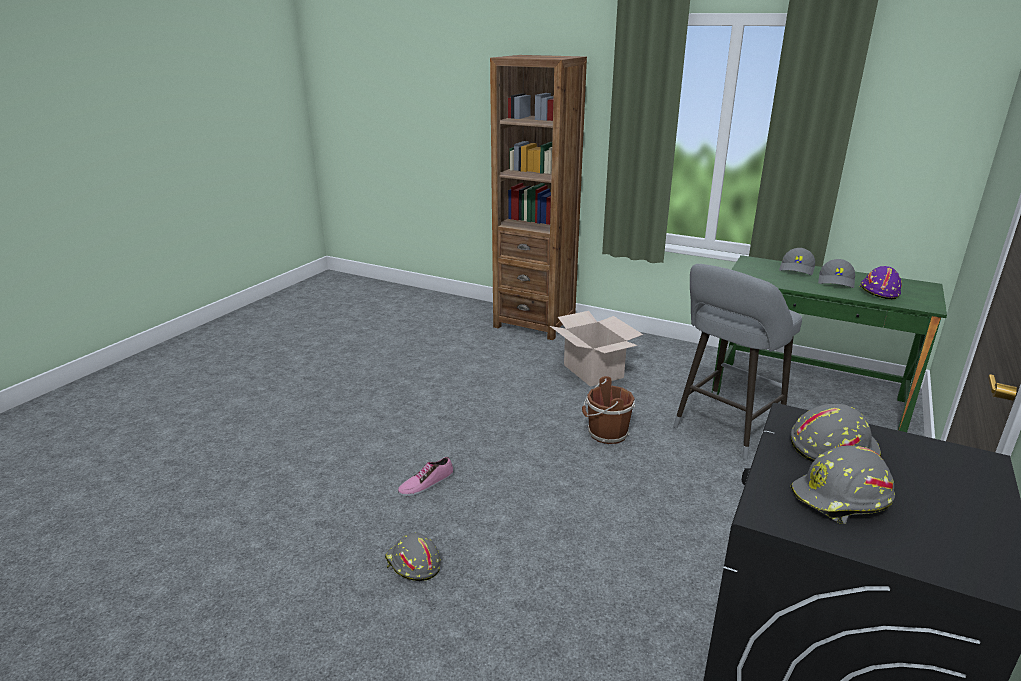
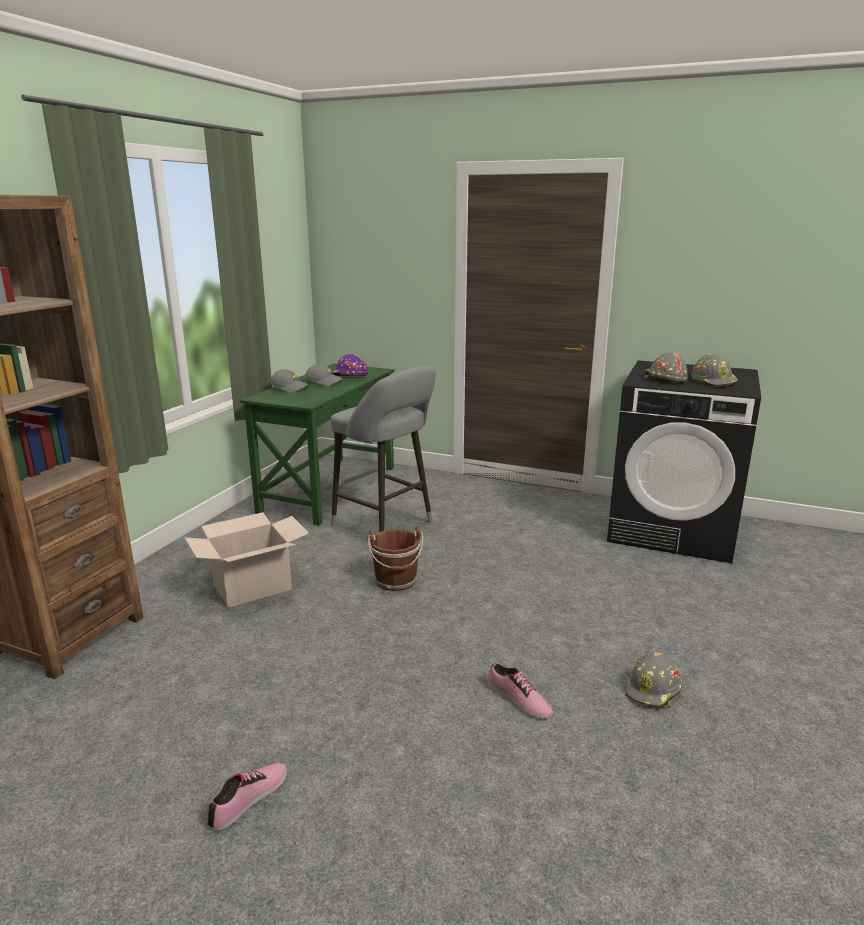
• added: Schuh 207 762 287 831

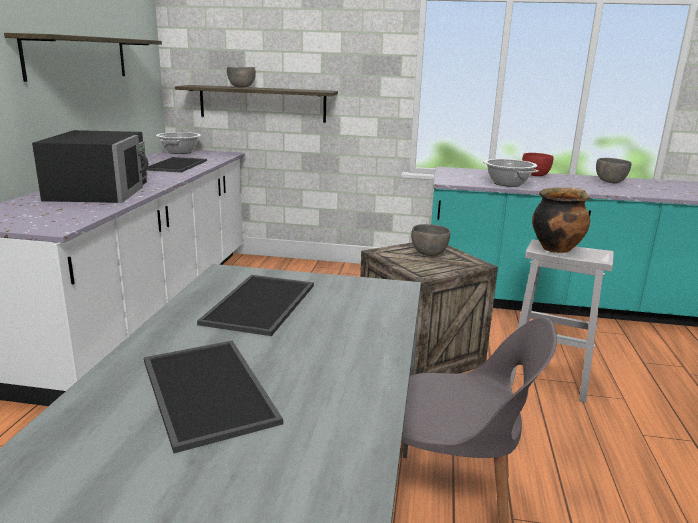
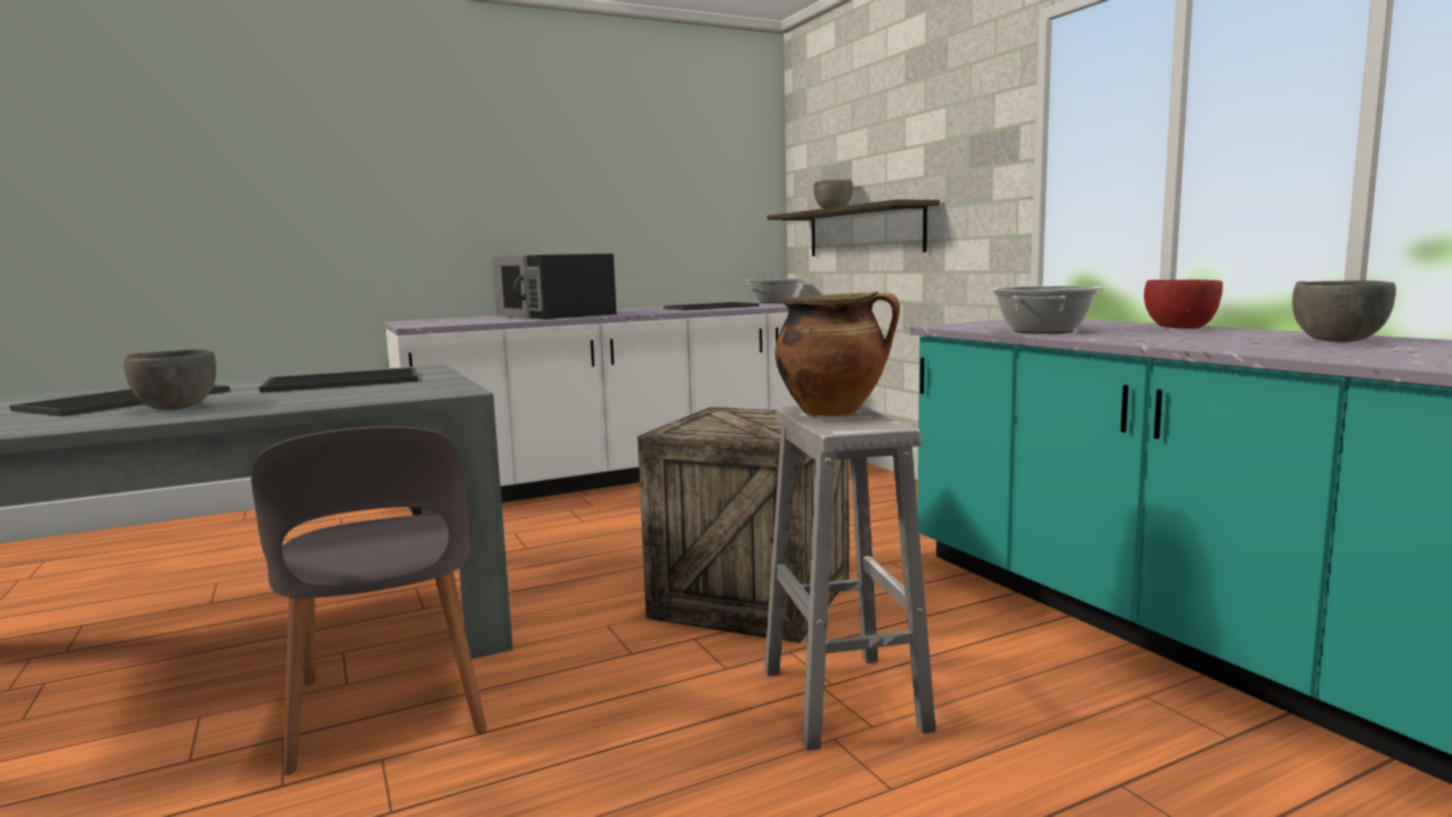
• moved: Schüssel/grau 411 224 450 256 to 124 349 216 410
• turned: Mikrowelle/schwarz 32 130 148 203 = 492 254 617 319 90 degrees clockwise
• removed: Wandregal 4 33 162 82

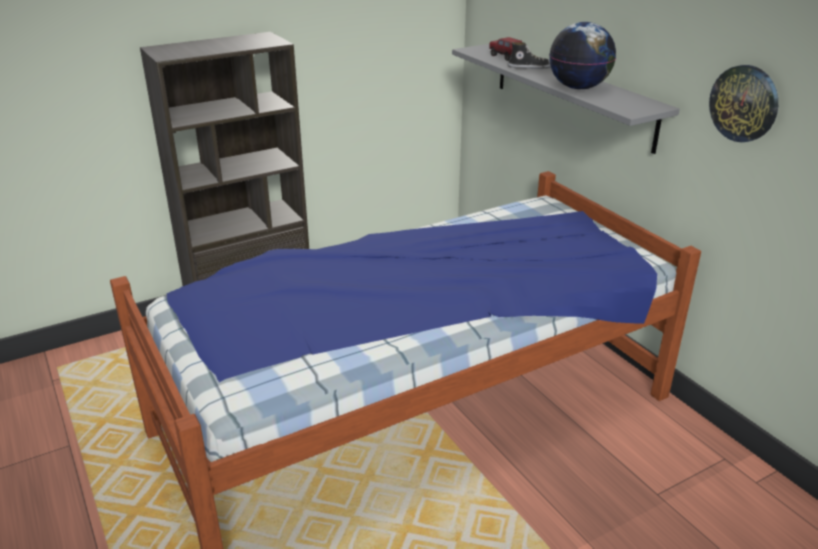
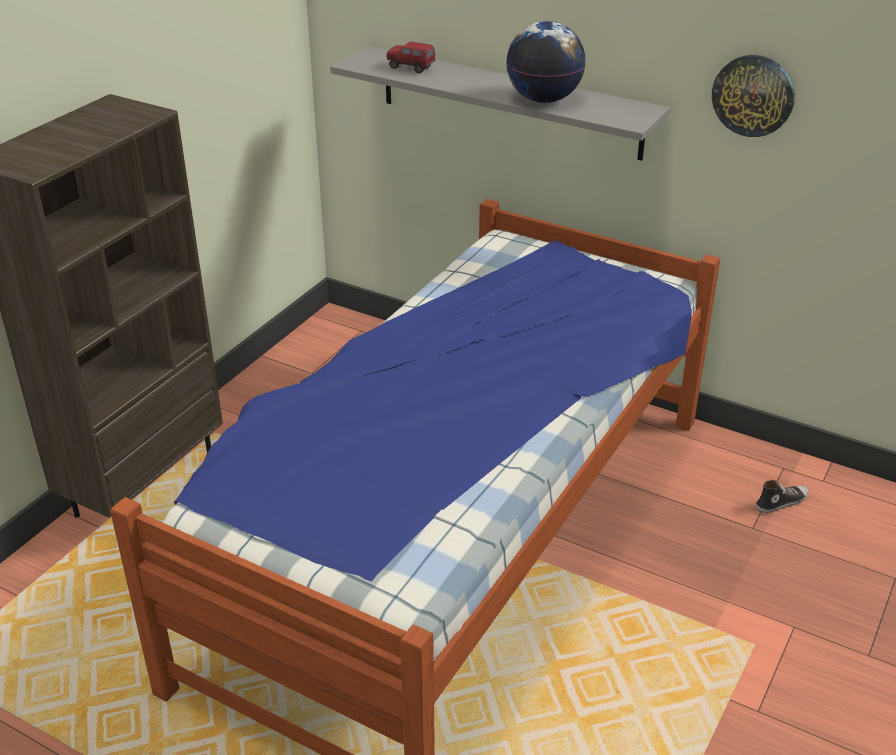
• moved: Schuh 508 42 551 69 to 756 480 809 513

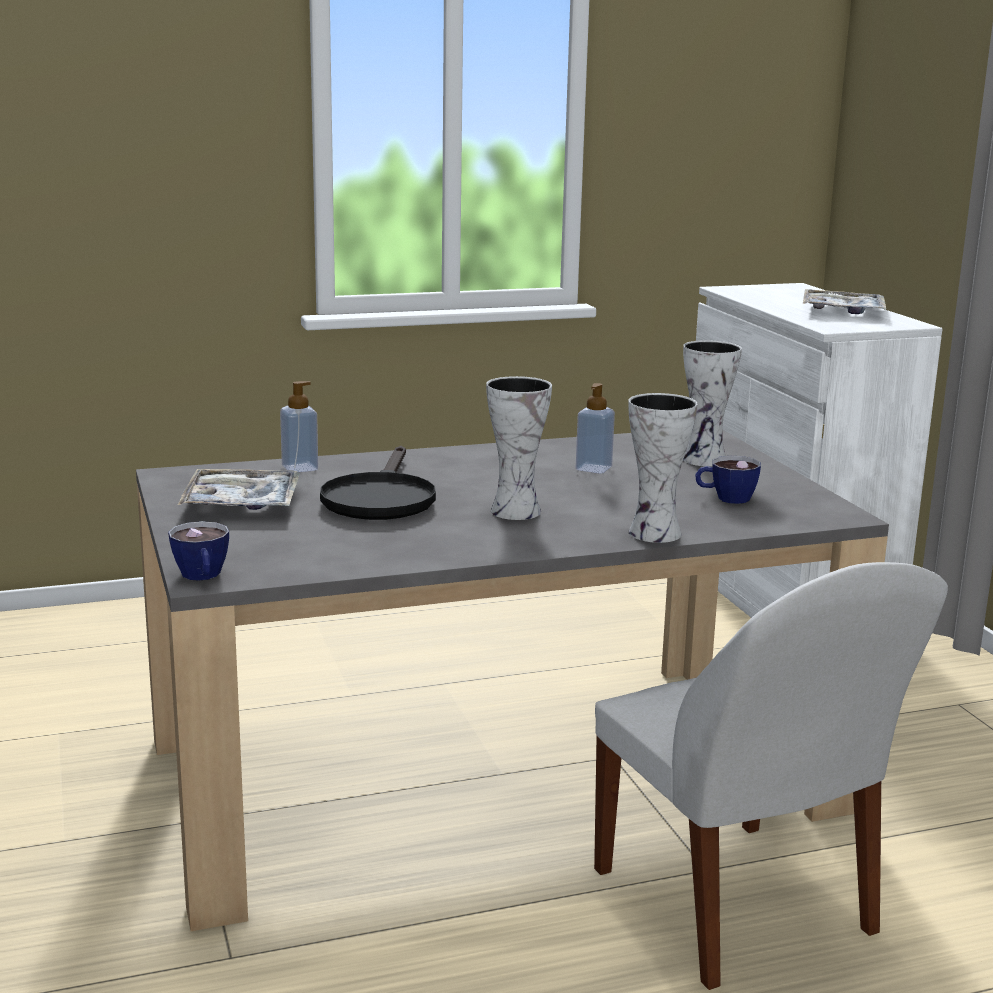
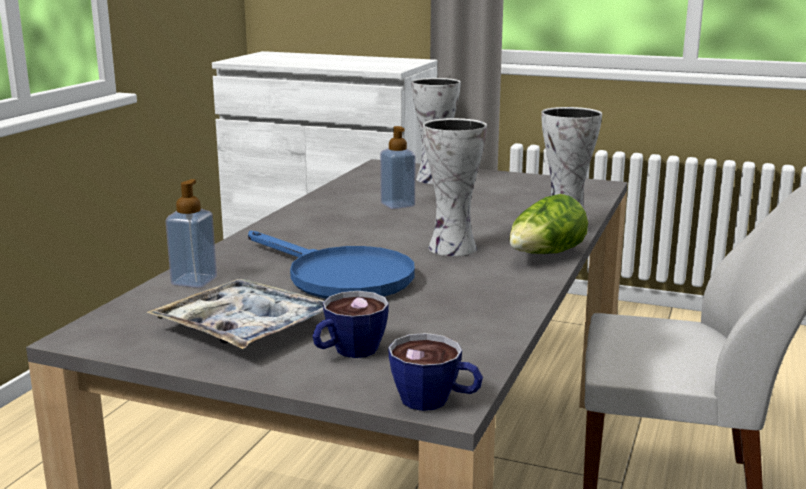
• recoloured: Pfanne/schwarz 320 446 436 520 to Pfanne/blau 248 231 415 299
• moved: Tasse 695 456 761 504 to 312 291 389 358
• added: Salatkopf 509 194 588 254
• removed: Tablett 803 289 886 314

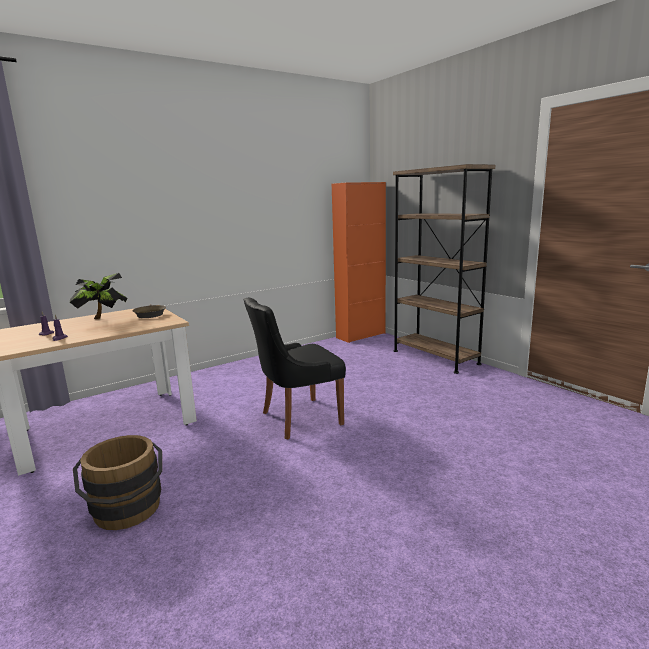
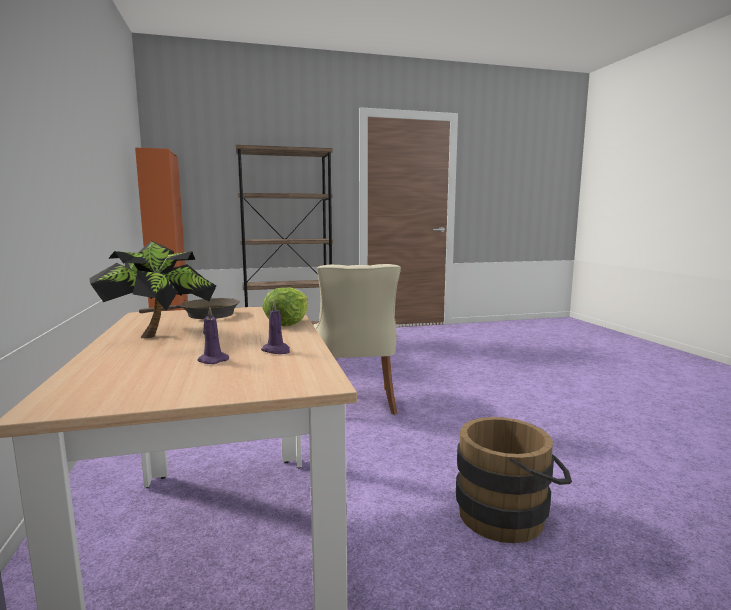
• added: Salatkopf 262 287 308 326
• recoloured: Stuhl/schwarz 243 298 346 439 to Stuhl/beige 313 264 401 415

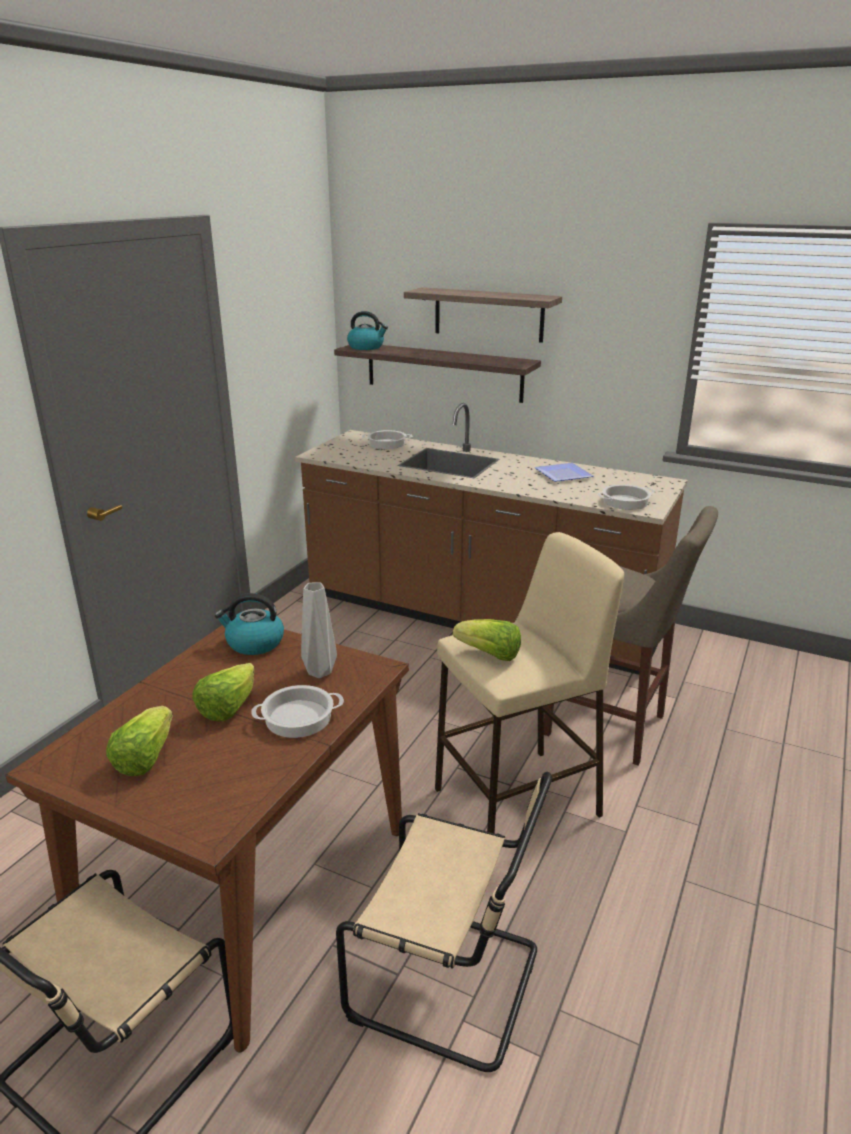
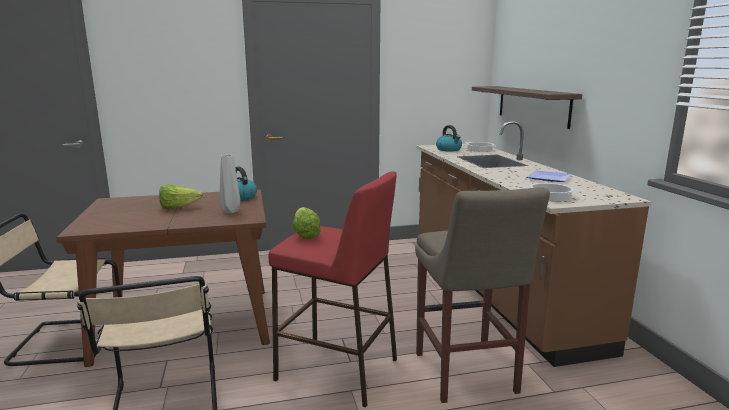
• recoloured: Hocker/beige 435 532 624 833 to Hocker/rot 269 171 397 408
• moved: Wasserkessel 347 311 388 350 to 436 125 462 152
• removed: Salatkopf 106 706 173 776
• removed: Kochtopf 251 685 344 738
• removed: Wandregal 404 287 562 343

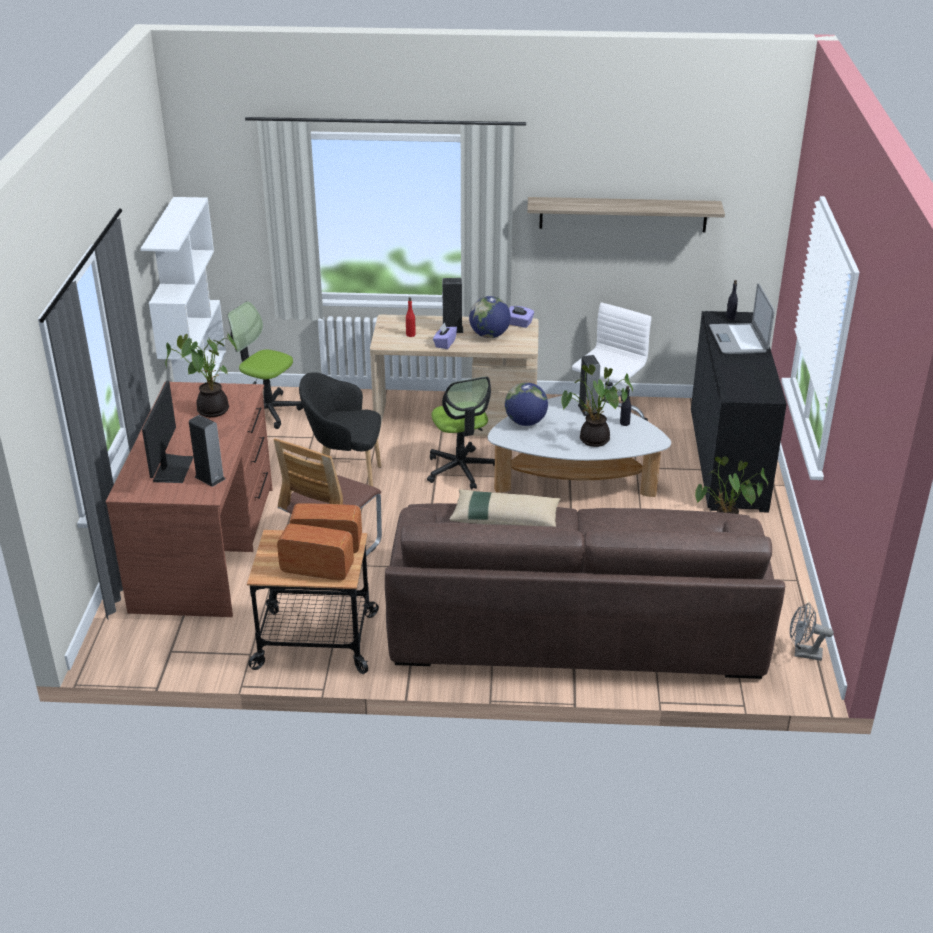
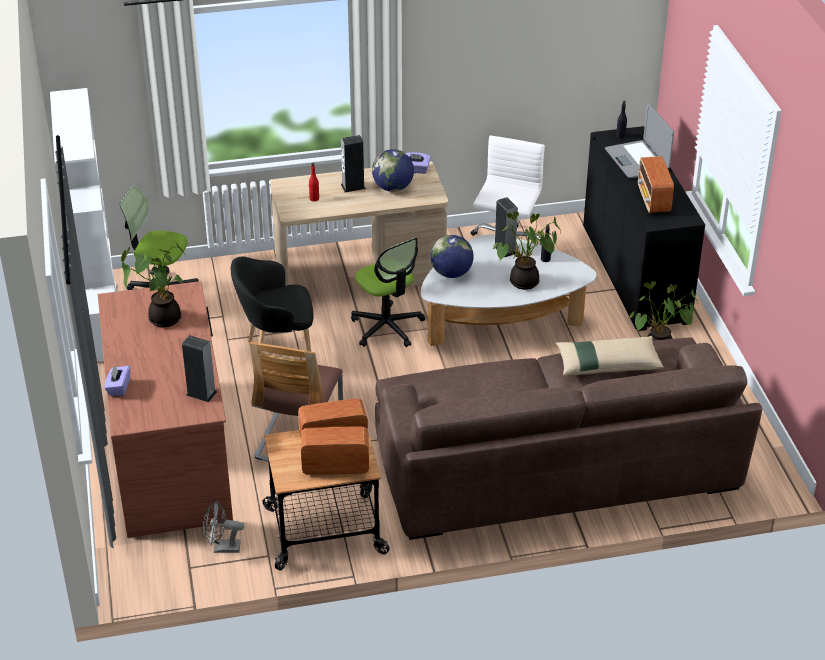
• moved: Taschentuchbox/lila 433 323 457 349 to 104 365 130 396
• moved: Ventilator/grau 790 602 834 661 to 203 500 244 553
• moved: Kissen/beige 449 489 561 527 to 556 336 664 376
• added: Radio 638 156 674 214
• removed: Monitor 142 381 194 483
• removed: Wandregal 527 197 725 232

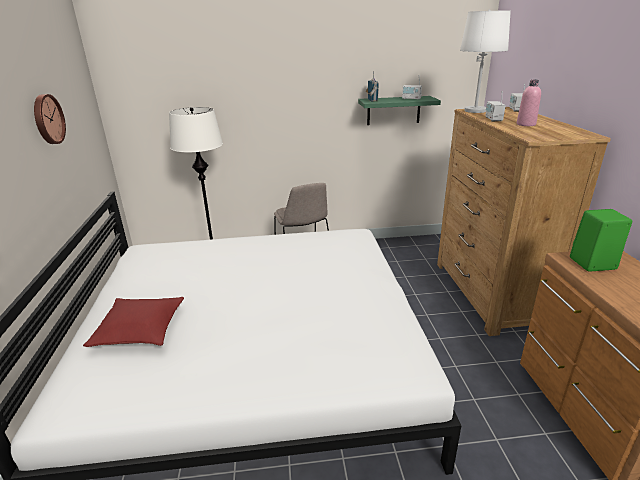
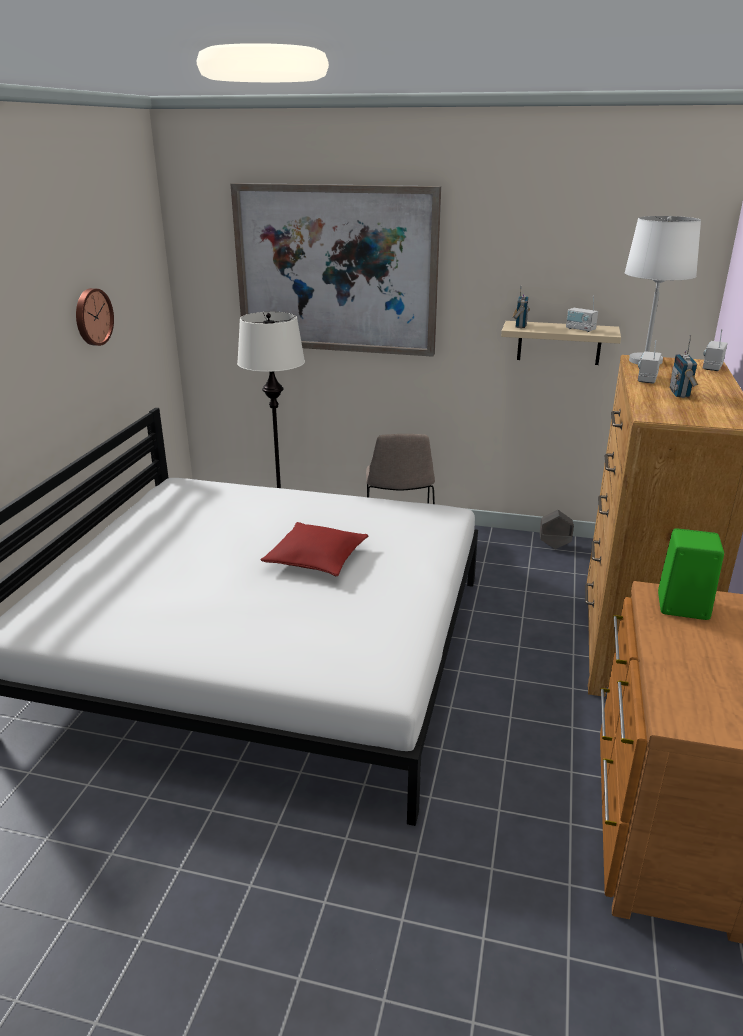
• added: Bild 231 183 441 357
• moved: Kissen/rot 83 297 184 347 to 260 522 368 576
• recoloured: Wandregal/grün 358 96 441 125 to Wandregal/beige 501 321 621 365
• added: Pflanzkübel/grau 540 510 574 549
• replaced: Flasche/rosa 517 80 541 126 to Radio 670 335 698 398

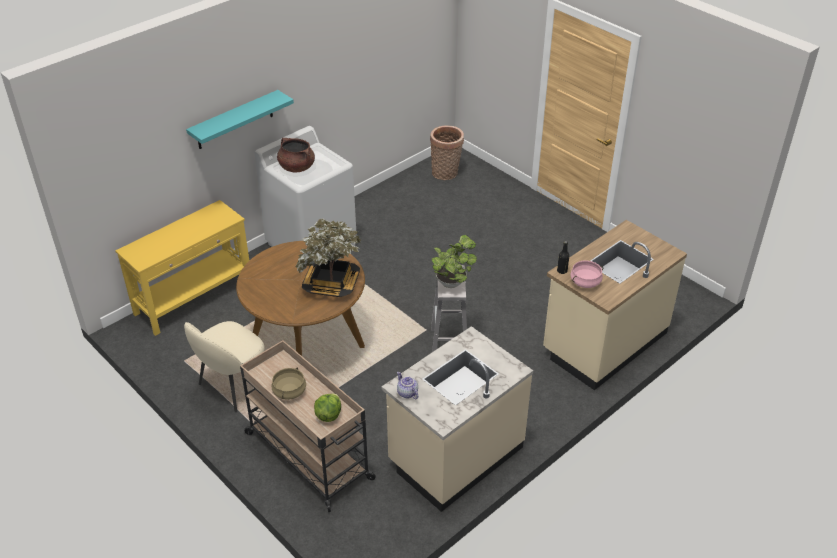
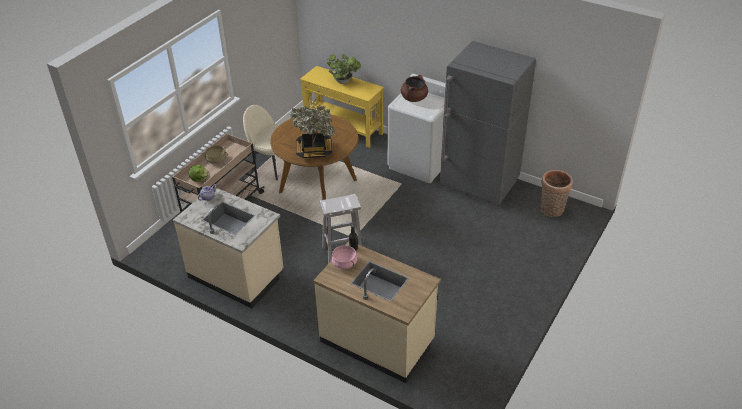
• moved: Topfpflanze 431 235 477 288 to 327 54 361 84
• added: Kühlschrank/grau 440 41 536 205
• removed: Wandregal/türkis 186 90 294 149

